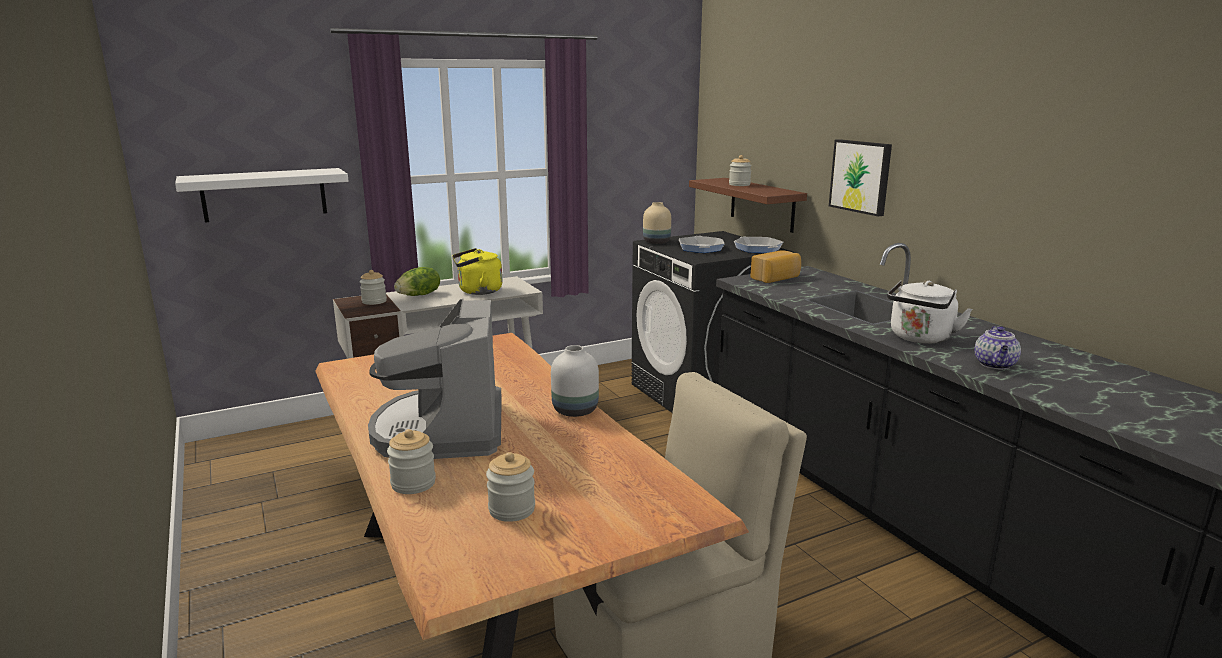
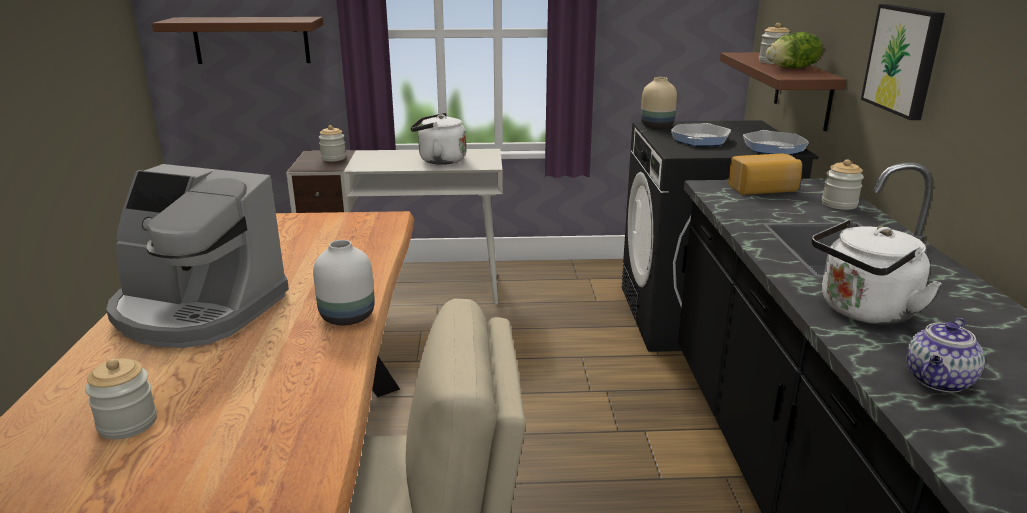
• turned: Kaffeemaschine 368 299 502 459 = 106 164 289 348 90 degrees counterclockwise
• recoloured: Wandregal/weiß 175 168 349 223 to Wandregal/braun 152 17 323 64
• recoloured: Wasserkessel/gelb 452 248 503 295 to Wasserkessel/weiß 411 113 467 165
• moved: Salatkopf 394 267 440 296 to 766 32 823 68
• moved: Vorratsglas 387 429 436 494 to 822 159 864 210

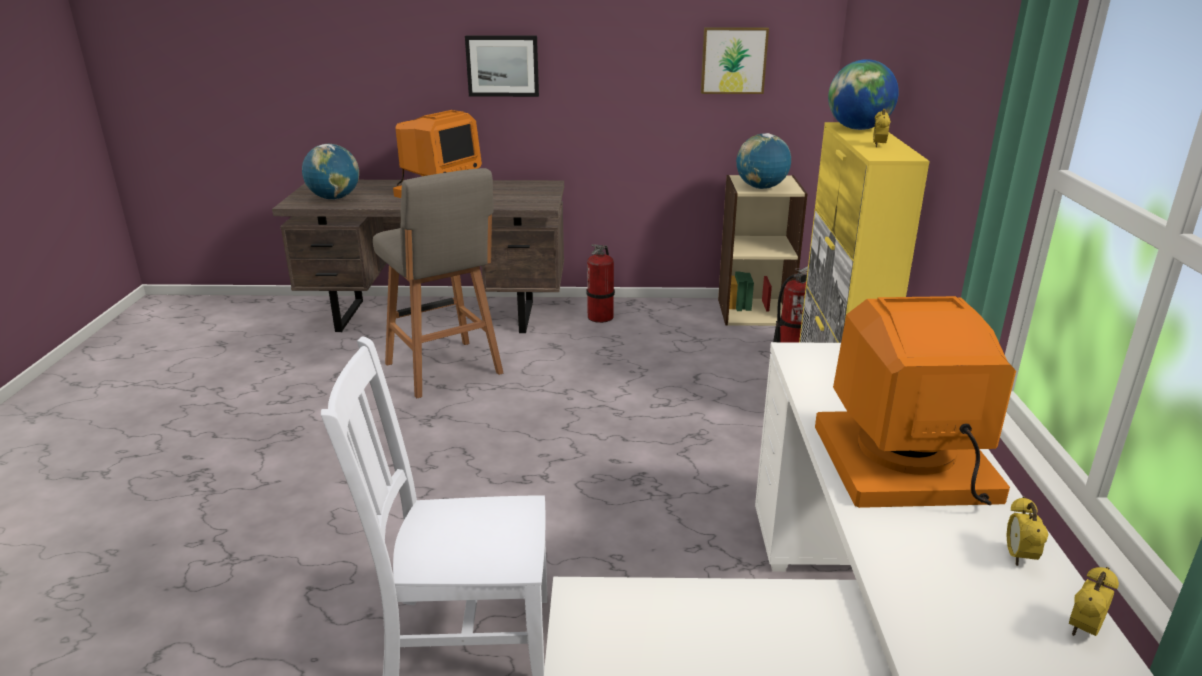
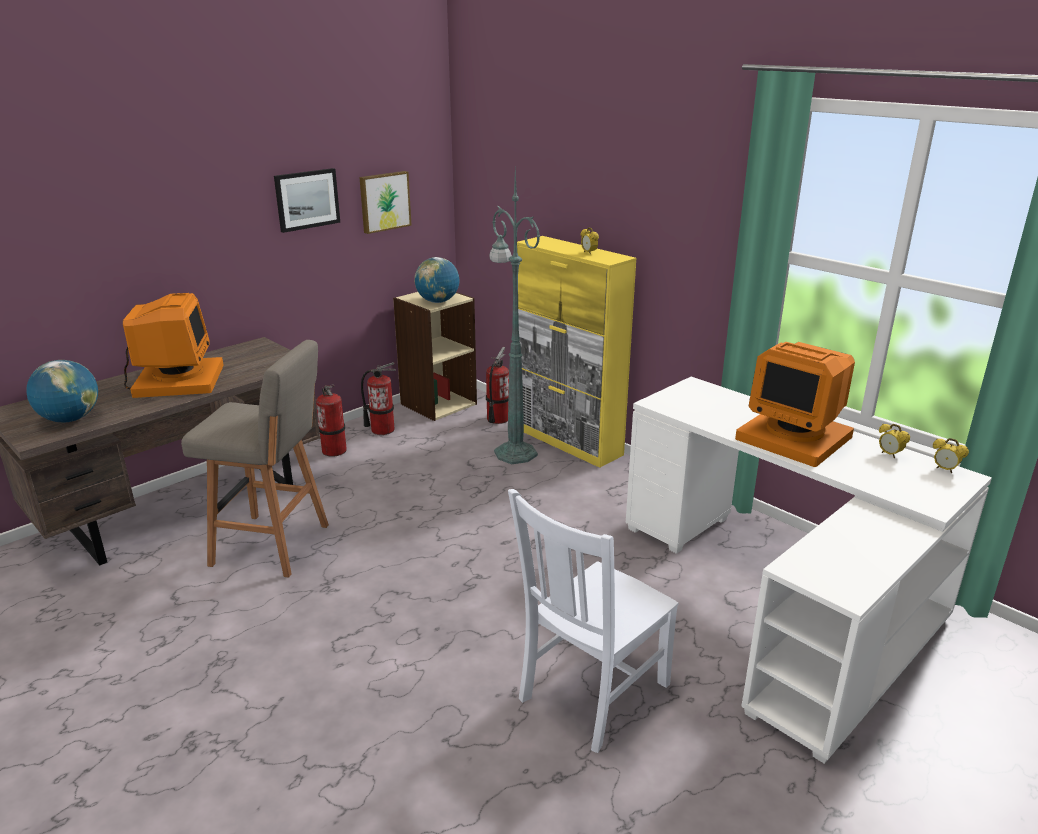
• moved: Bild 465 35 539 97 to 274 168 340 233
• added: Feuerlöscher 361 362 396 435
• added: Stehlampe/grün 489 168 540 464
• turned: Monitor 815 296 1016 508 = 735 342 855 467 90 degrees counterclockwise
• turned: Wecker 1069 567 1119 636 = 933 438 969 473 45 degrees counterclockwise
• removed: Globus 828 59 899 130

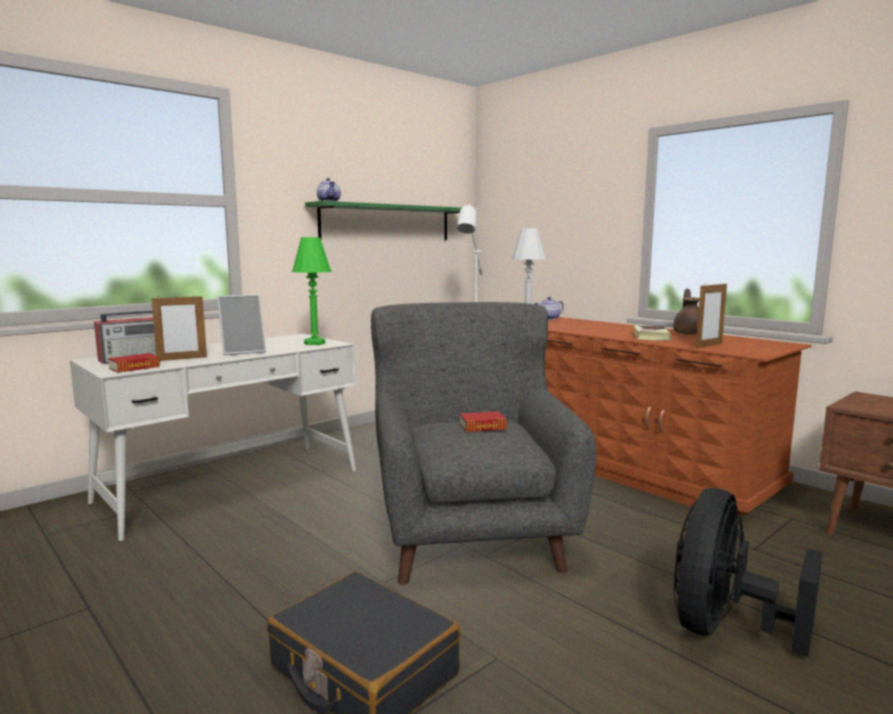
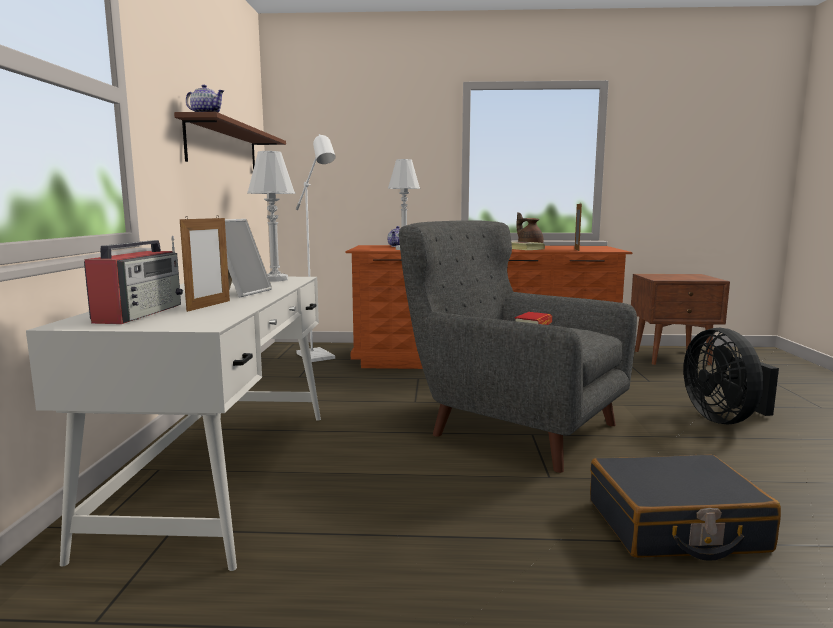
• recoloured: Wandregal/grün 305 201 462 240 to Wandregal/braun 174 112 286 169
• recoloured: Tischlampe/grün 292 237 332 345 to Tischlampe/weiß 247 151 296 282
• removed: Buch 108 353 160 373

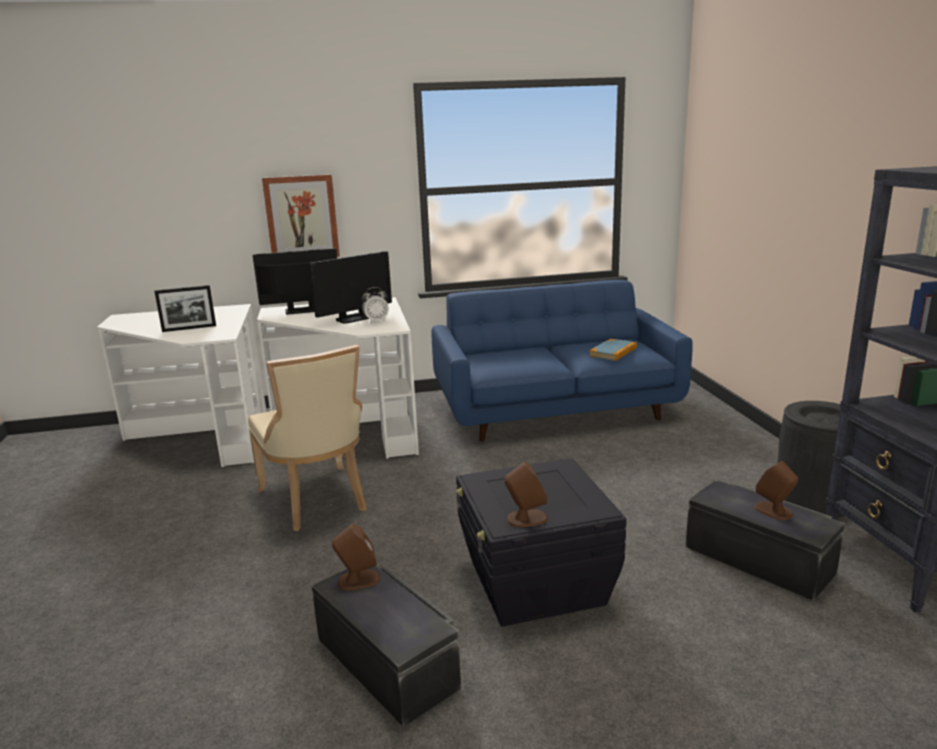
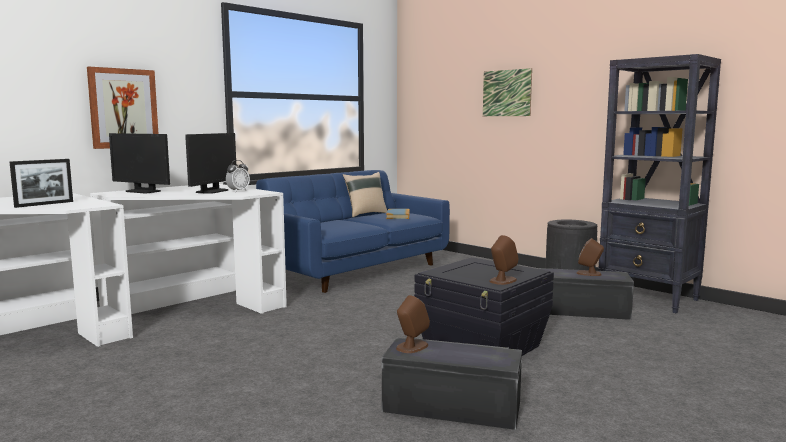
• turned: Monitor 253 248 337 314 = 109 133 170 193 105 degrees counterclockwise
• added: Kissen/beige 343 172 387 217
• added: Bild 483 68 532 116
• removed: Stuhl/beige 248 345 367 531

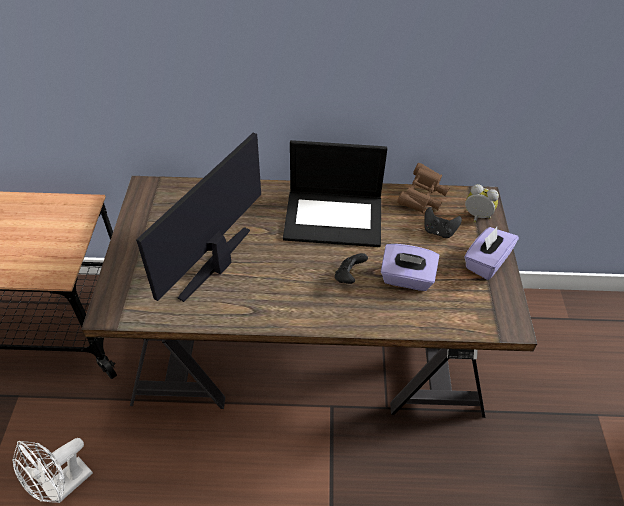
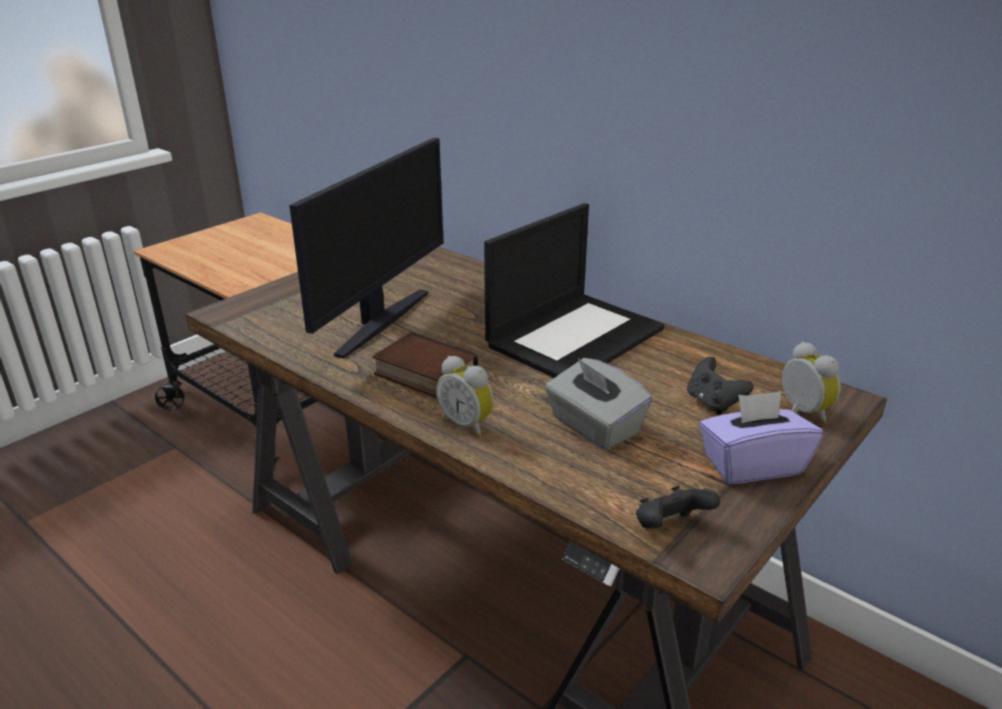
• turned: Monitor 136 132 261 302 = 289 138 444 359 135 degrees clockwise
• added: Buch 372 332 478 398
• added: Wecker 436 356 494 437
• turned: Laptop 283 140 387 247 = 484 203 665 378 90 degrees counterclockwise
• recoloured: Taschentuchbox/lila 381 244 439 291 to Taschentuchbox/grau 545 358 652 450
• moved: Gamepad/schwarz 335 253 368 284 to 636 486 720 529
• removed: Ventilator/weiß 12 438 93 503
• removed: Fernglas/braun 397 163 449 213

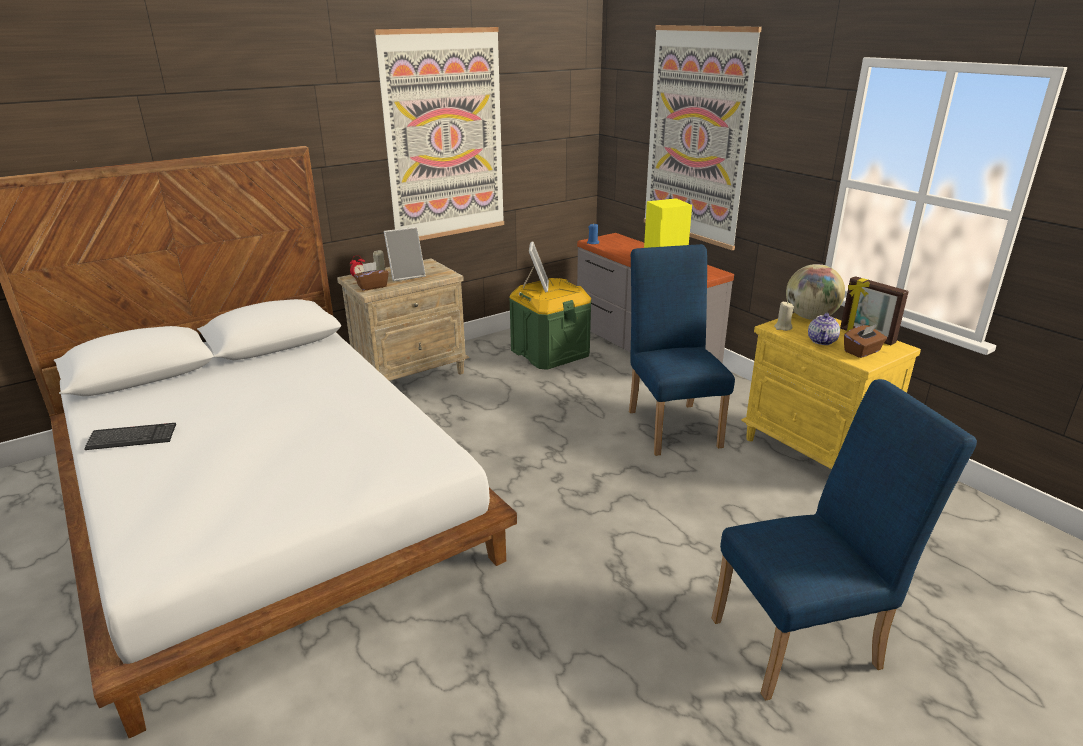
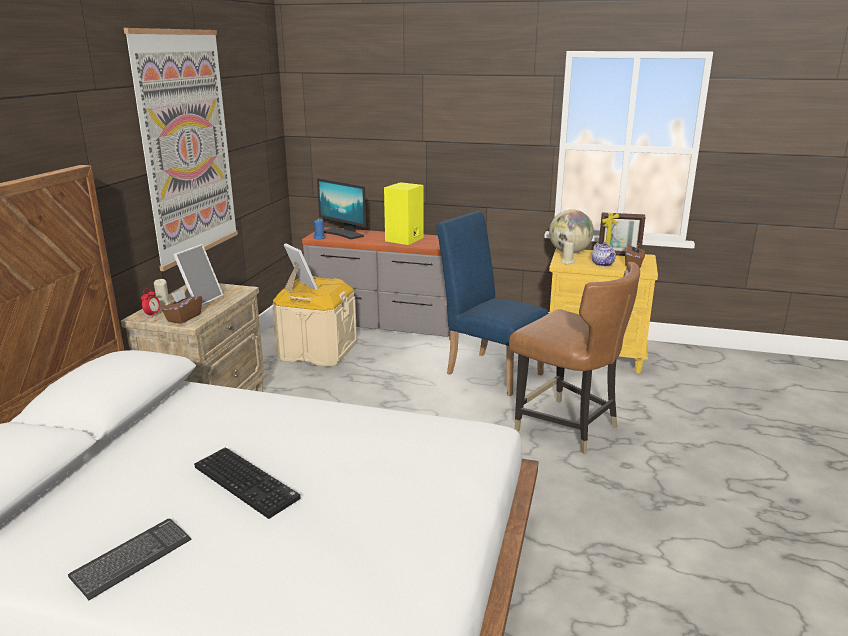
• added: Tastatur 194 447 301 519
• recoloured: Aufbewahrungsbox/grün 509 278 592 370 to Aufbewahrungsbox/beige 272 276 357 367
• added: Monitor 317 178 366 240
• added: Stuhl/braun 509 262 640 454
• removed: Bild 644 25 762 250
• removed: Stuhl/blau 712 379 977 701

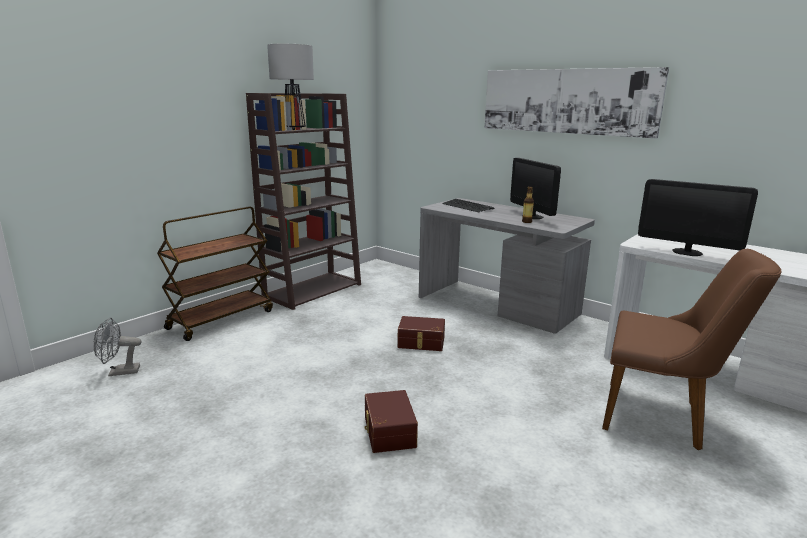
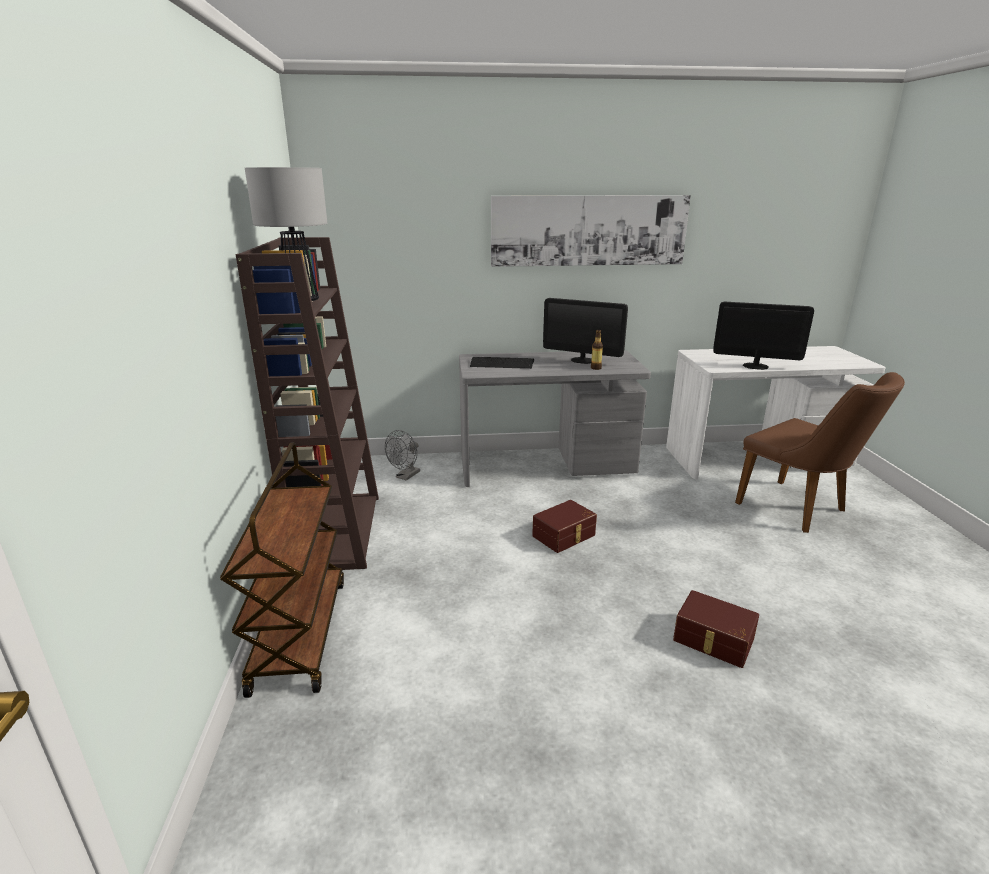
• moved: Ventilator/grau 93 317 141 376 to 385 430 420 481
• turned: Monitor 638 179 758 256 = 713 302 814 370 150 degrees counterclockwise
• turned: Stuhl/braun 602 249 781 450 = 735 372 905 533 75 degrees clockwise

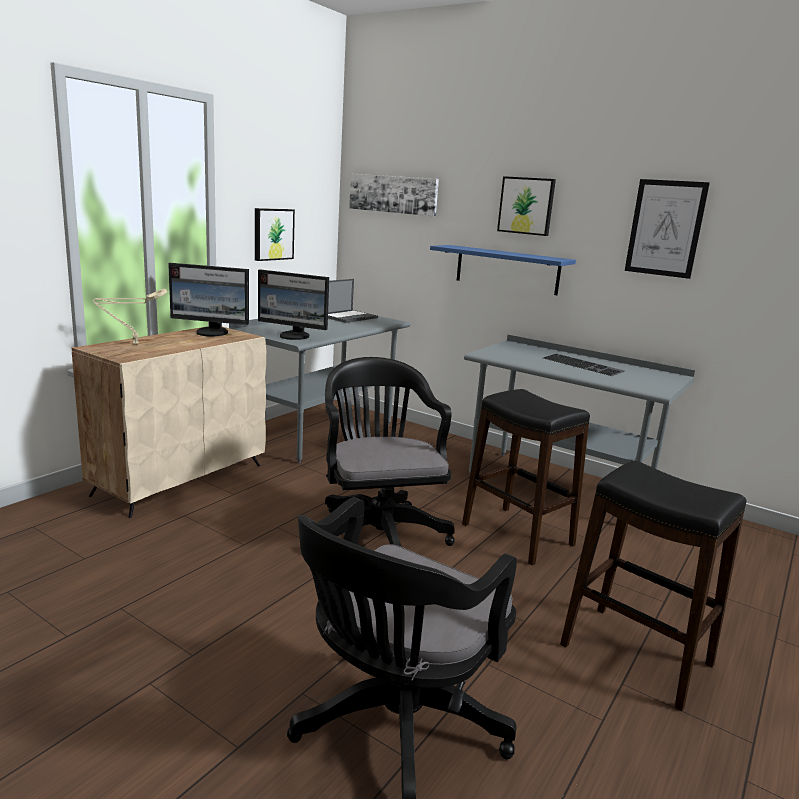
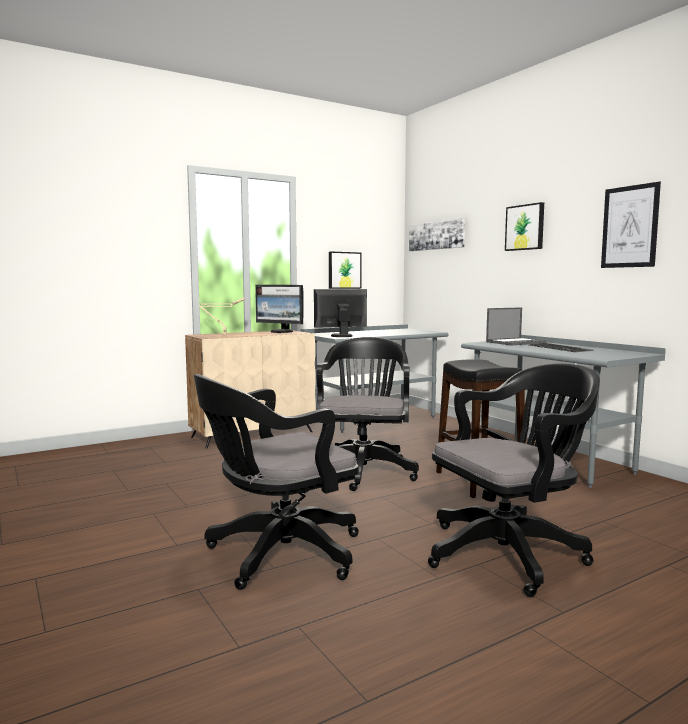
• turned: Monitor 258 269 329 340 = 314 289 367 337 120 degrees clockwise
• replaced: Hocker/schwarz 560 461 747 711 to Bürostuhl/schwarz 428 363 600 597
• moved: Laptop 328 279 378 323 to 486 307 546 345
• removed: Wandregal/blau 430 245 576 295

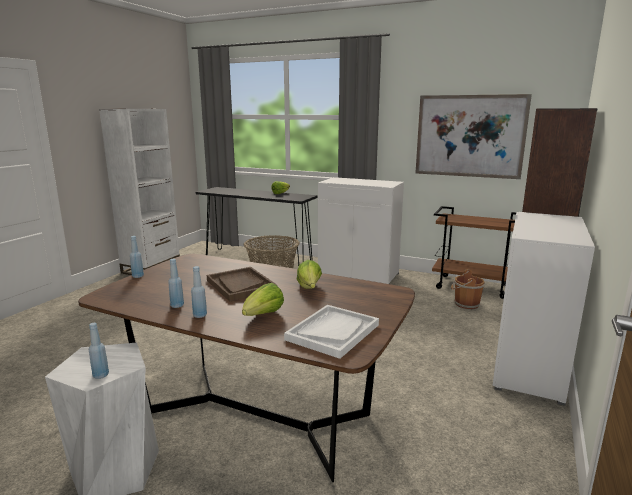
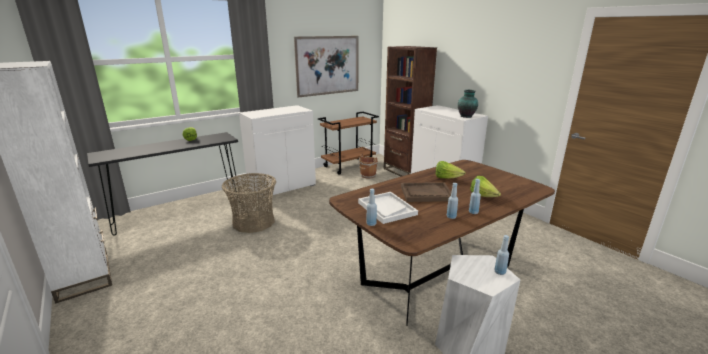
• moved: Tablett/weiß 284 305 379 359 to 358 192 418 224
• added: Vase 458 90 478 118

